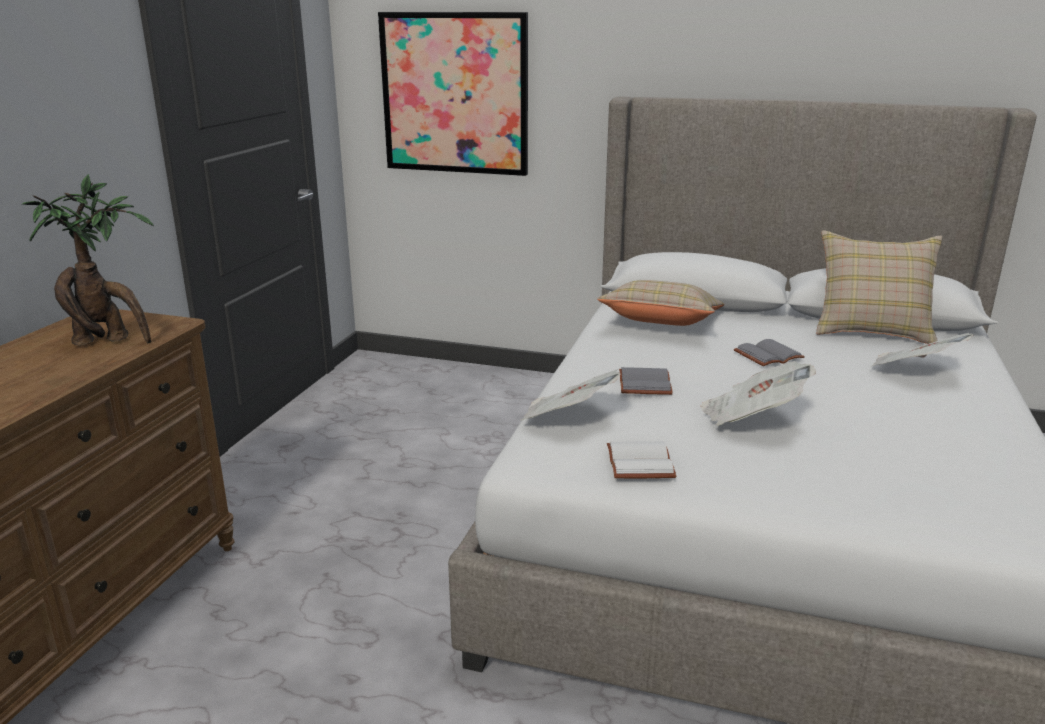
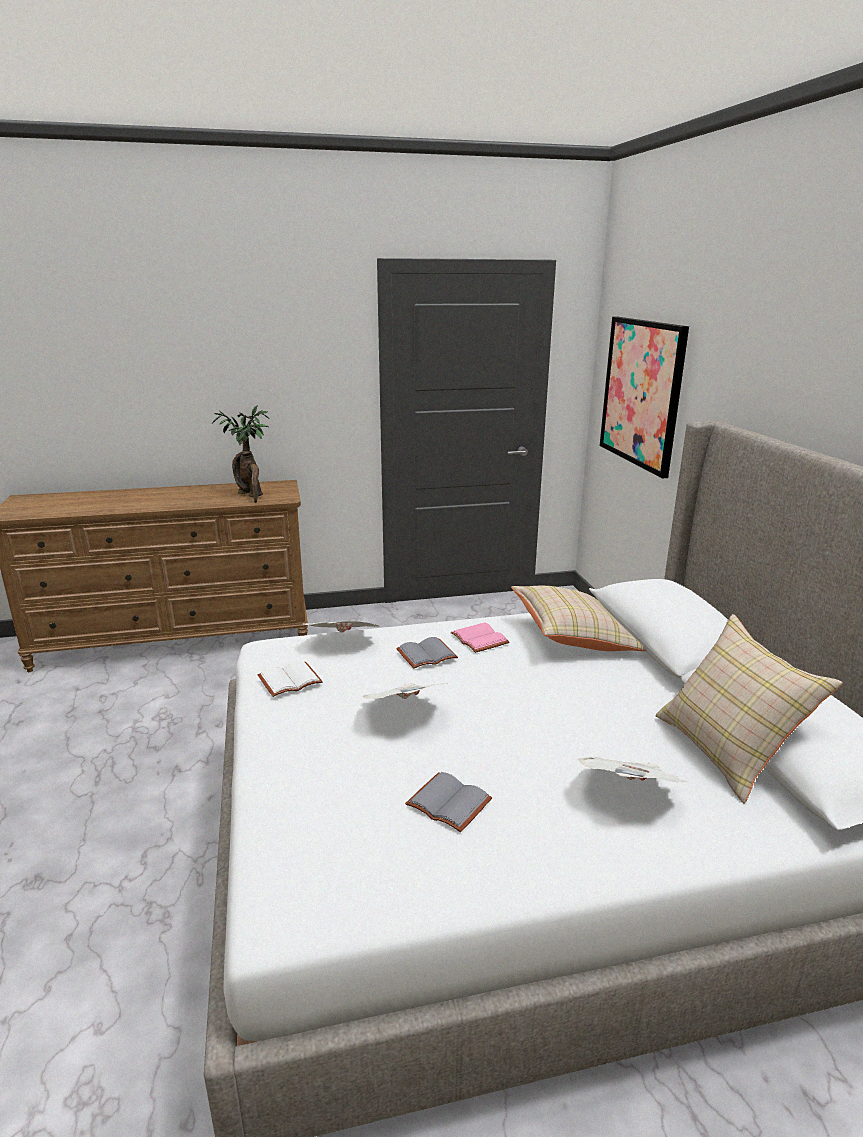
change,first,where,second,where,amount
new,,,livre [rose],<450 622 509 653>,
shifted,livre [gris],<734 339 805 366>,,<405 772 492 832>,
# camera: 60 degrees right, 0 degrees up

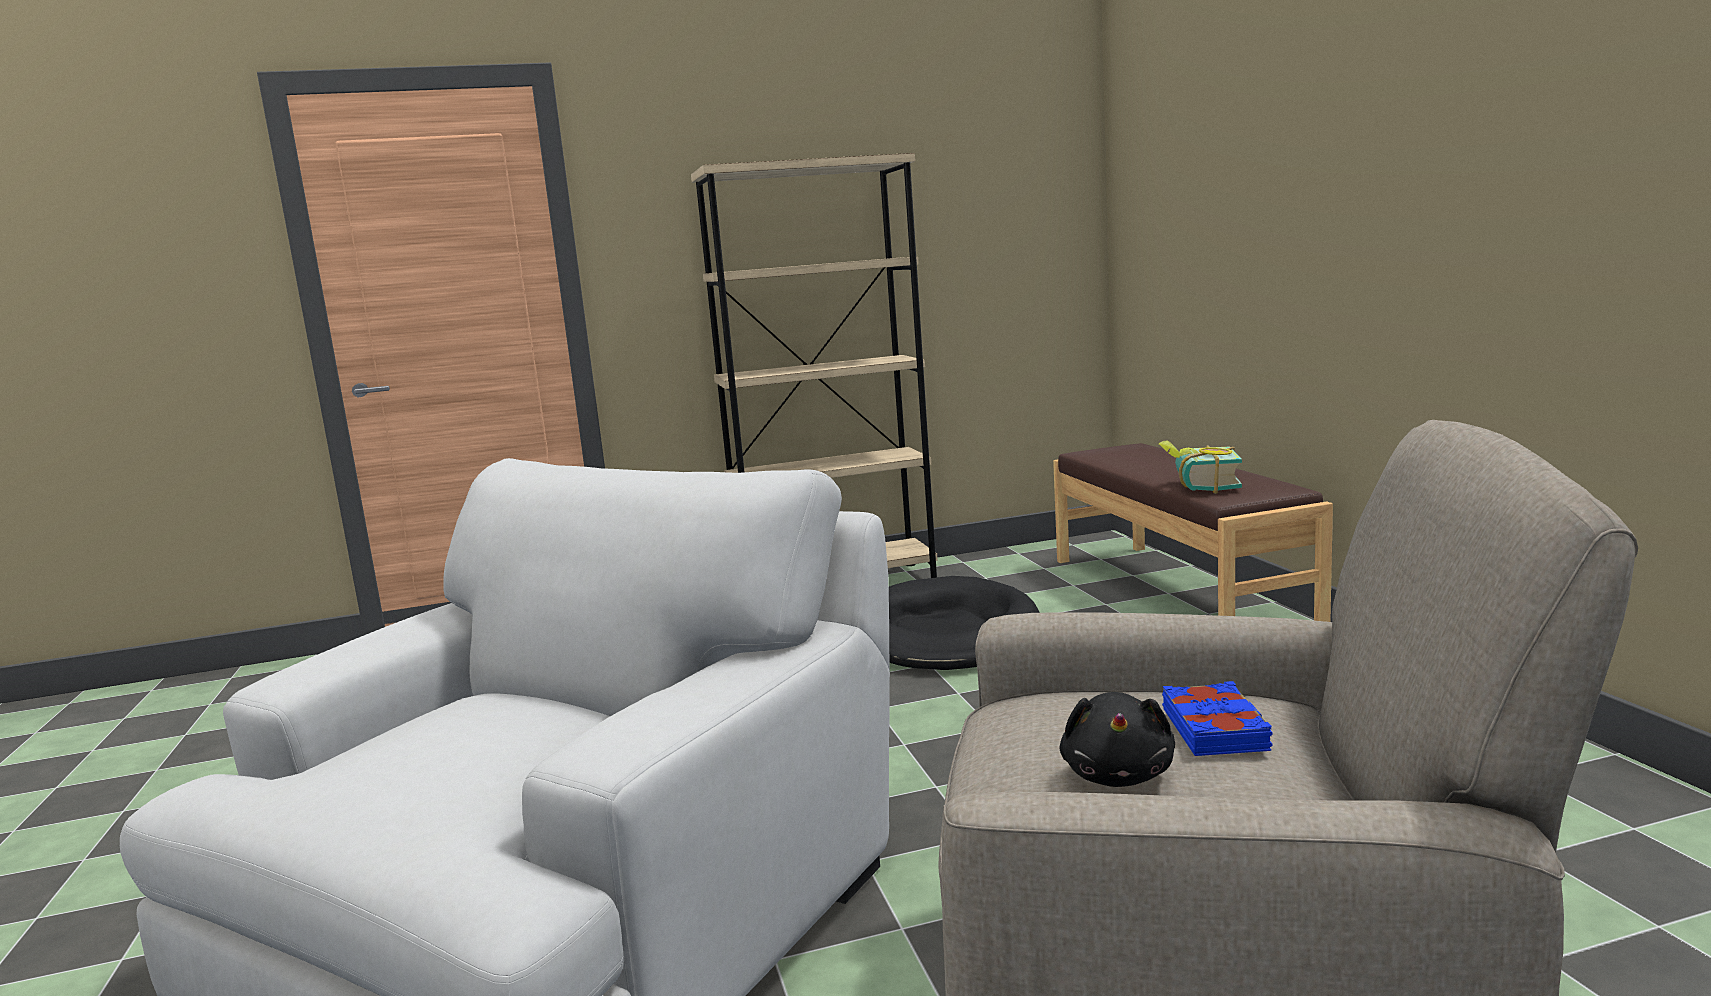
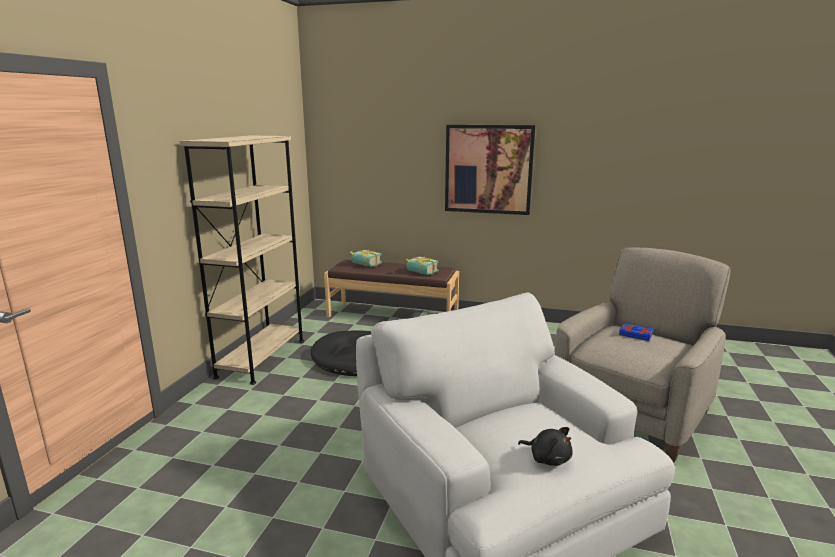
change,first,where,second,where,amount
new,,,livre,<350 250 382 267>,
new,,,tableau,<445 125 535 215>,
shifted,peluche [noir],<1060 692 1175 787>,,<518 427 573 466>,
# camera: 60 degrees left, 5 degrees up

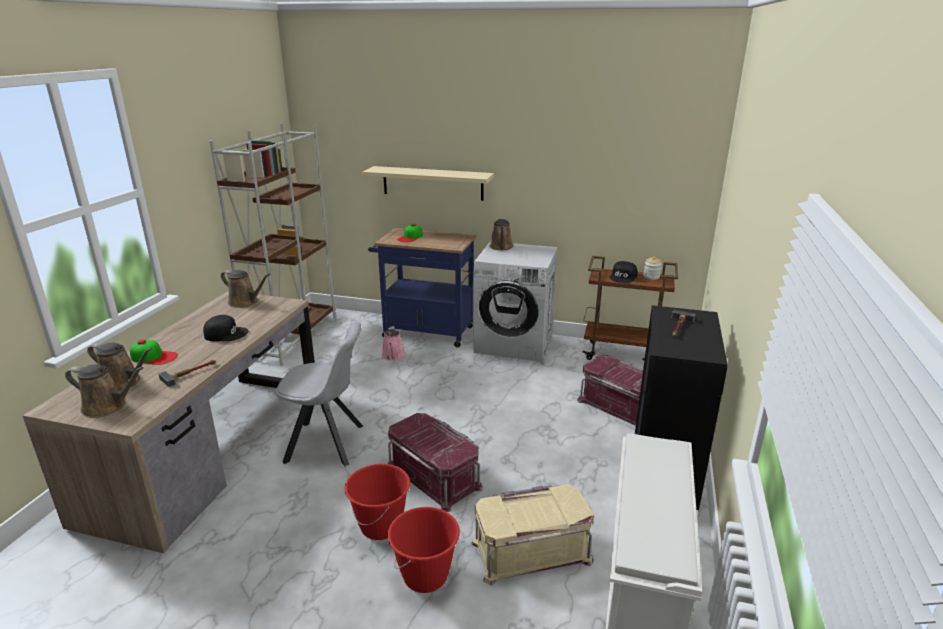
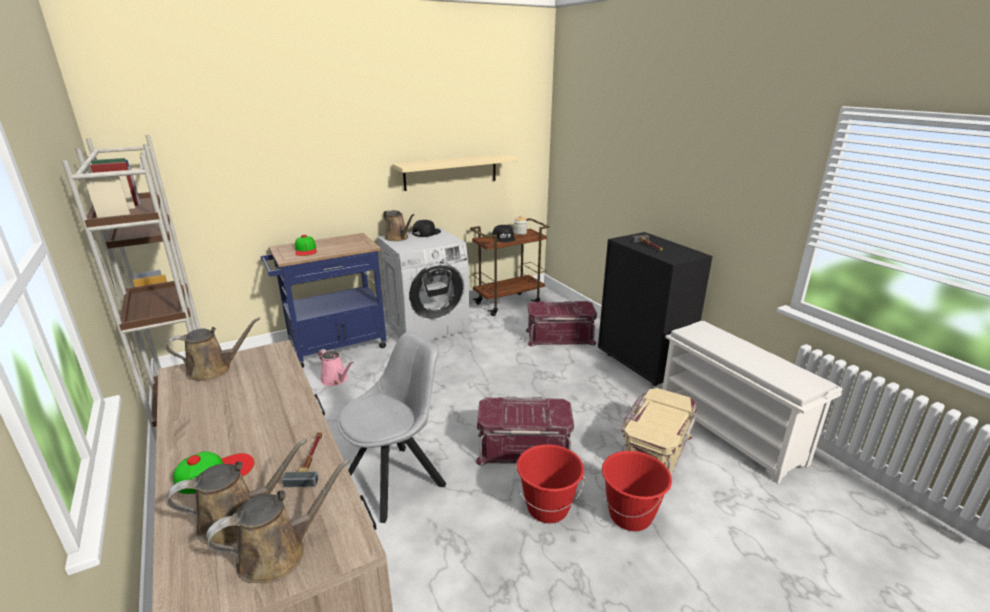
change,first,where,second,where,amount
shifted,casquette [noir],<203 315 248 341>,,<412 220 441 237>,
shifted,étagère [beige],<362 166 494 201>,,<392 154 517 191>,
# camera: 45 degrees left, 0 degrees up

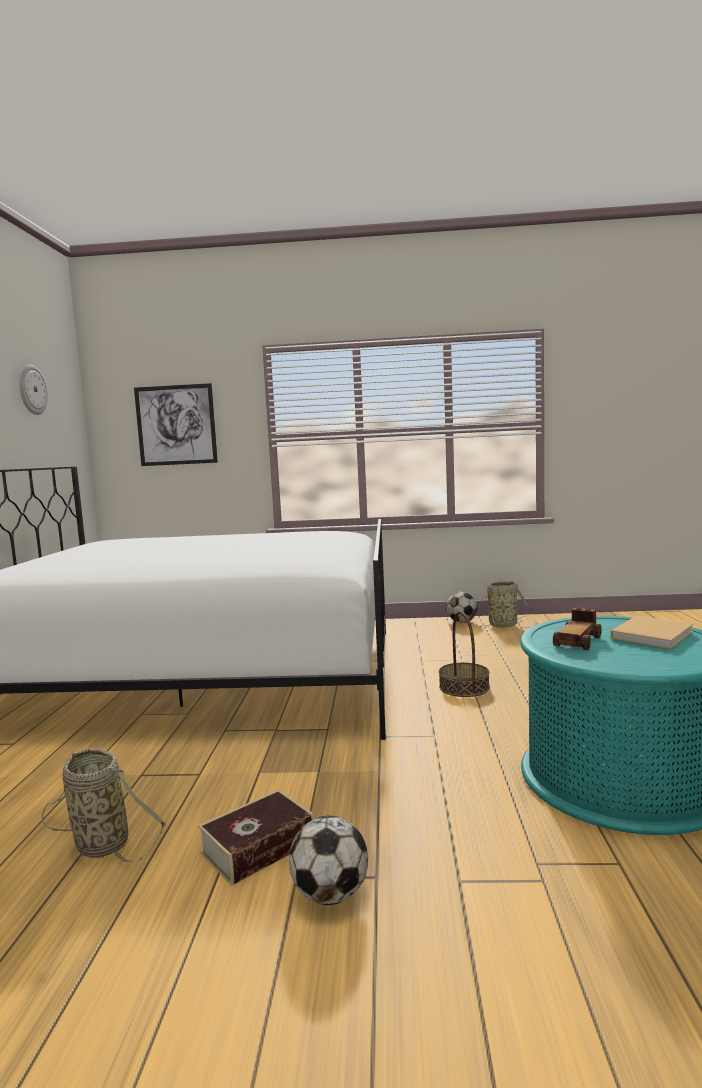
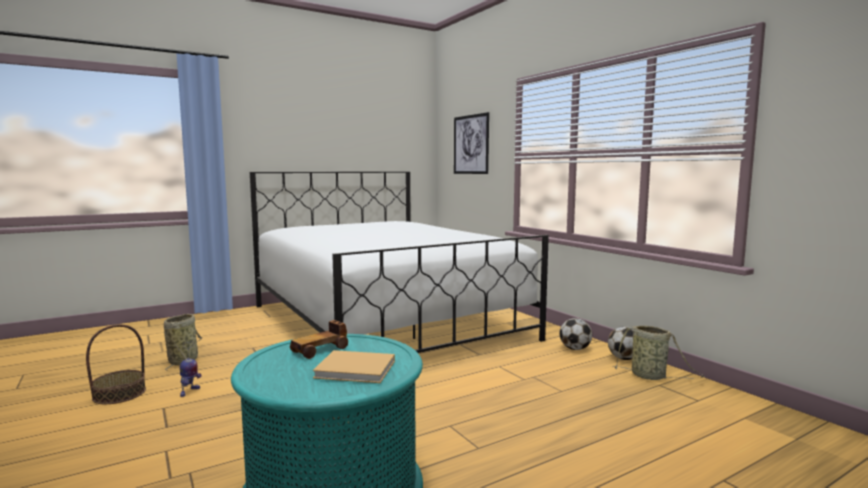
change,first,where,second,where,amount
gone,horloge murale,<19 365 48 415>,,,
shifted,ballon de foot,<289 816 368 905>,,<560 318 592 350>,
shifted,panier,<439 611 490 697>,,<86 324 146 404>,
swapped,livre,<198 789 314 886>,robot jouet,<180 342 202 397>,
rotated,petite voiture,<553 608 602 650>,,<290 320 348 359>,45 degrees counterclockwise
# camera: 55 degrees right, 0 degrees up

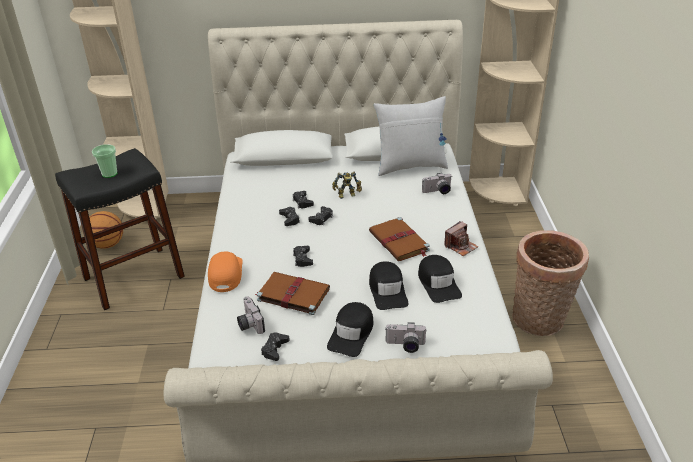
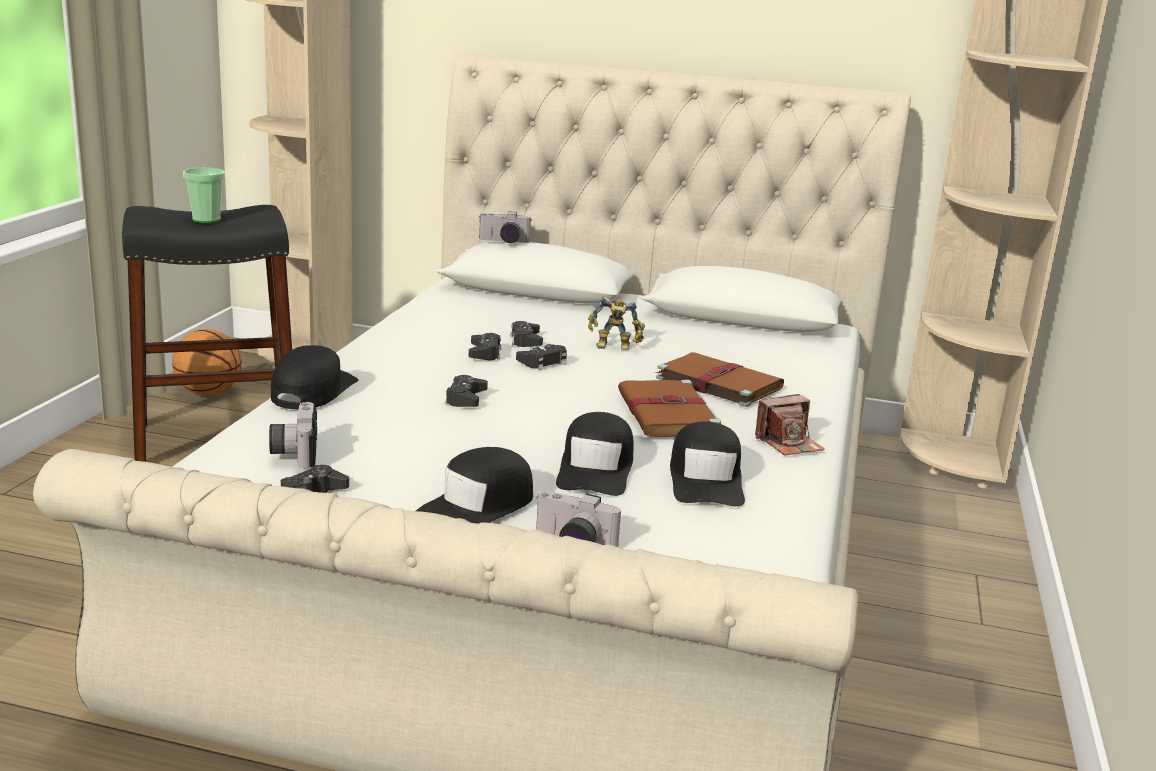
change,first,where,second,where,amount
gone,coussin [gris],<374 96 448 176>,,,
gone,panier,<512 230 589 336>,,,
shifted,livre [marron],<255 272 330 315>,,<655 352 784 407>,
shifted,appareil photo,<422 173 452 194>,,<479 211 531 243>,
repainted,casquette [orange],<208 252 243 292>,casquette [noir],<271 345 358 410>,
# camera: 15 degrees right, 15 degrees down

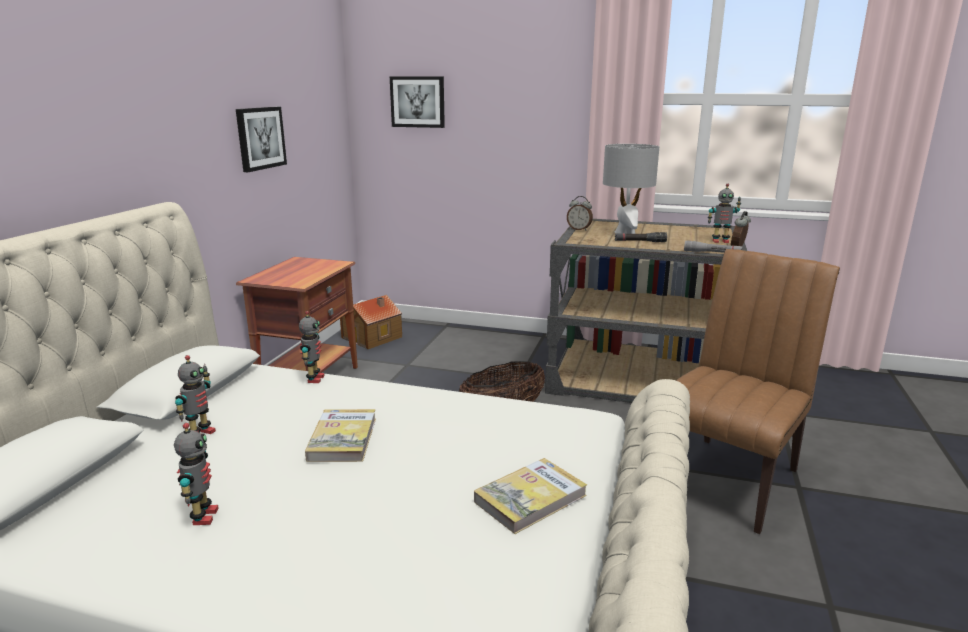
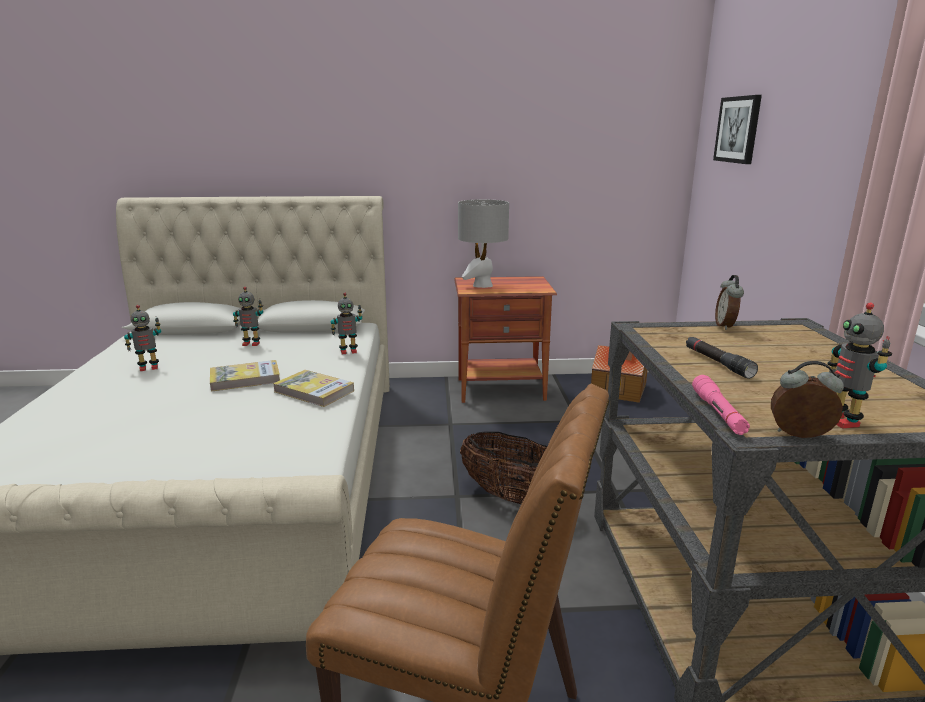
change,first,where,second,where,amount
gone,tableau,<236 107 287 172>,,,
shifted,livre,<474 458 587 534>,,<273 370 354 407>,
shifted,lampe de table [gris],<603 144 659 234>,,<458 199 509 288>,
repainted,lampe de poche [gris],<684 241 742 253>,lampe de poche [rose],<692 375 750 435>,
# camera: 70 degrees right, 0 degrees up

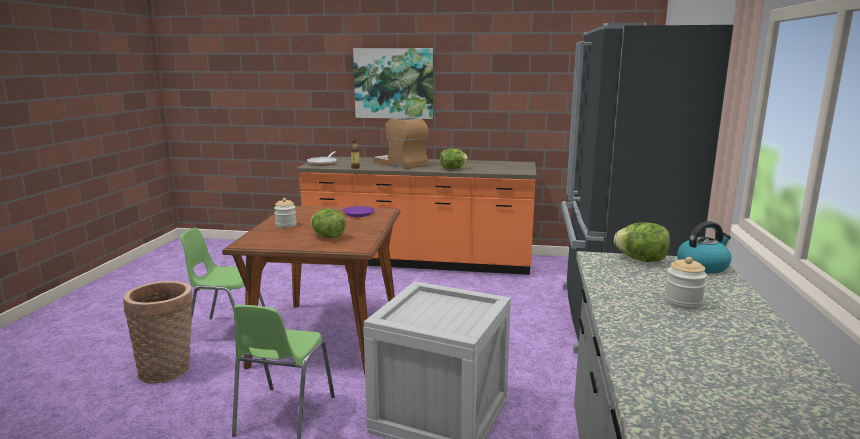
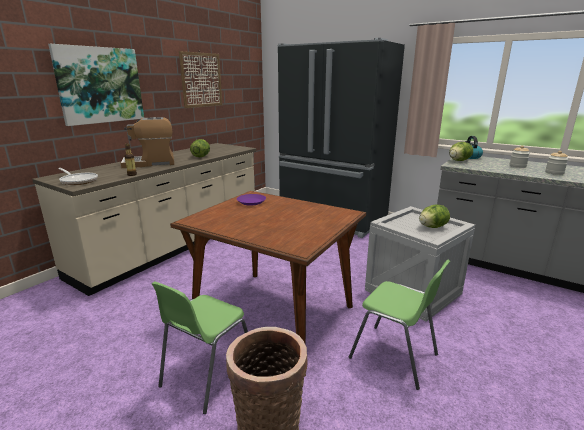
change,first,where,second,where,amount
new,,,tableau,<179 51 222 108>,
shifted,bocal,<274 198 297 228>,,<545 151 568 175>,
shifted,laitue,<311 209 346 238>,,<419 204 450 228>,
repainted,comptoir de cuisine [orange],<297 156 537 275>,comptoir de cuisine [beige],<32 143 256 296>,
# camera: 65 degrees left, 5 degrees up

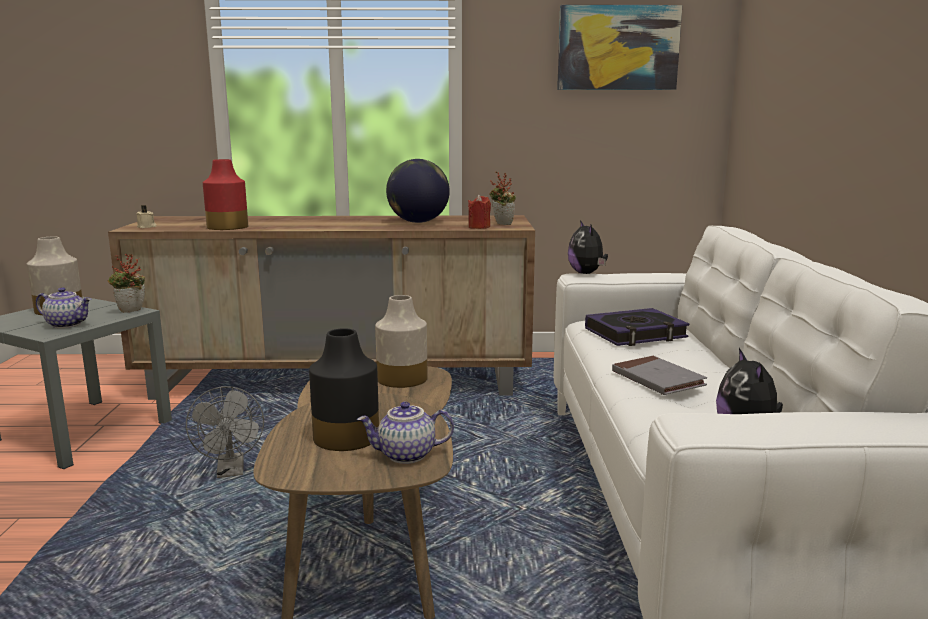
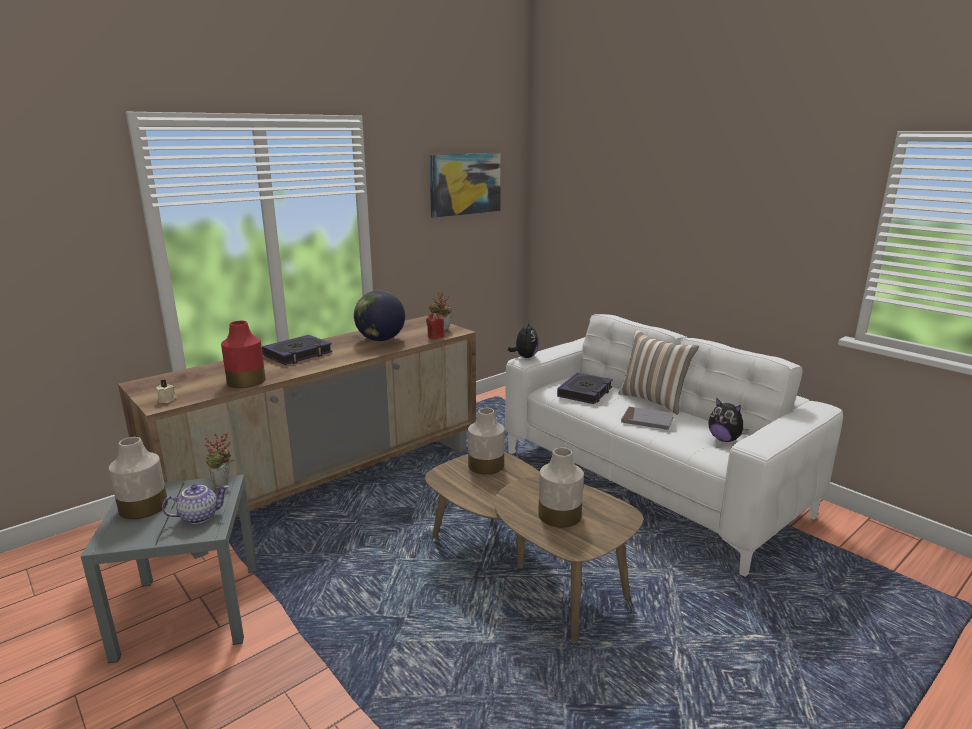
change,first,where,second,where,amount
gone,ventilateur [gris],<186 386 264 478>,,,
gone,théière,<357 401 454 464>,,,
new,,,livre,<262 335 332 365>,
new,,,coussin,<618 330 699 415>,
repainted,vase [noir],<309 328 379 451>,vase [beige],<538 447 584 527>,
rotated,peluche,<568 220 608 274>,,<508 321 539 358>,120 degrees counterclockwise
# camera: 40 degrees left, 5 degrees up

